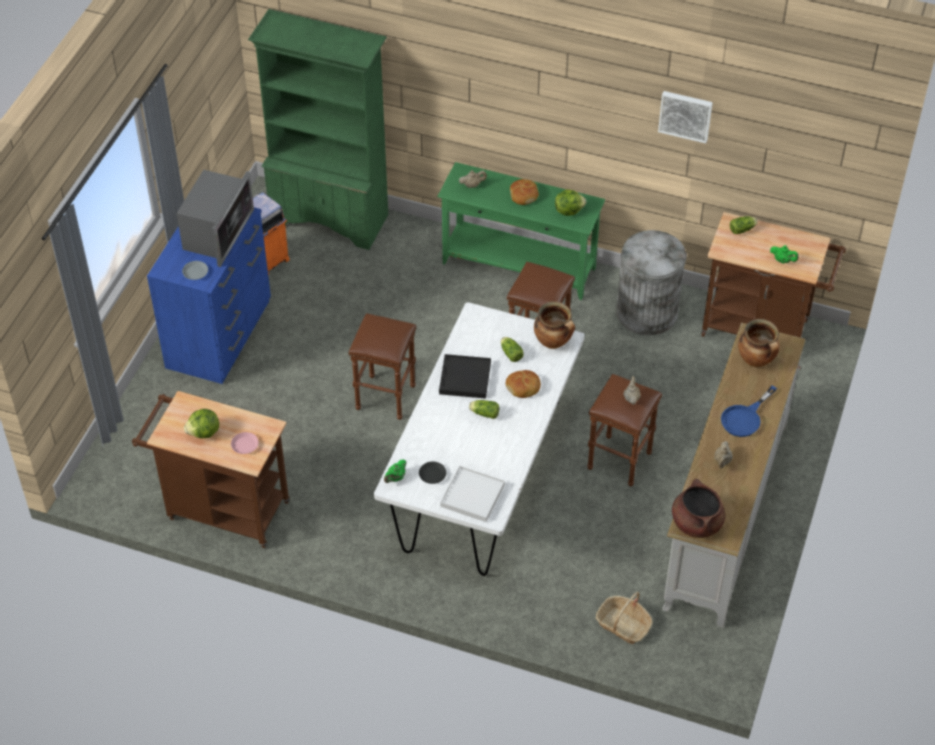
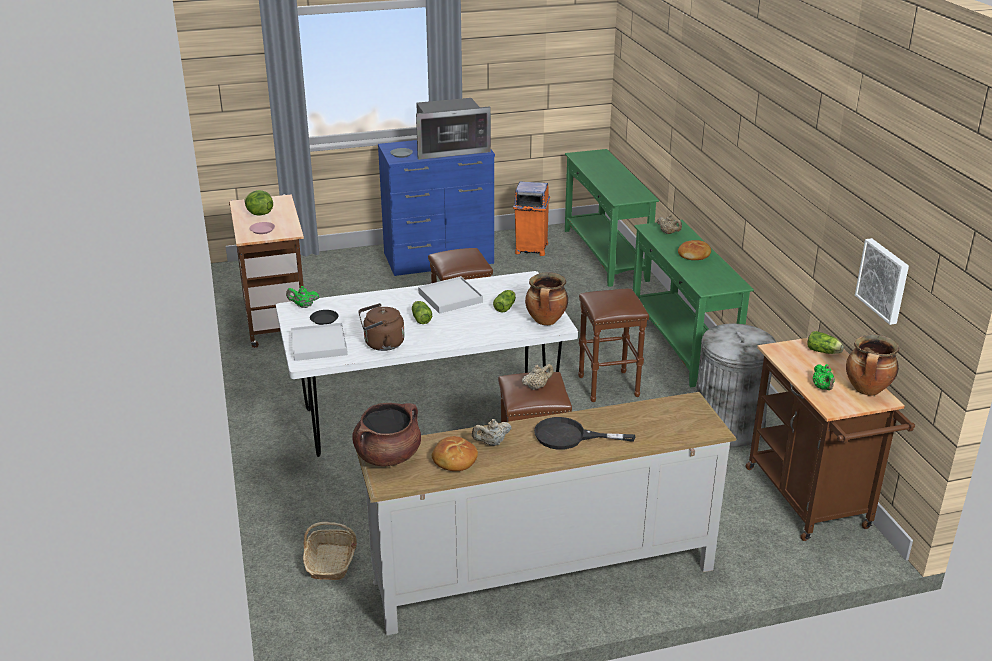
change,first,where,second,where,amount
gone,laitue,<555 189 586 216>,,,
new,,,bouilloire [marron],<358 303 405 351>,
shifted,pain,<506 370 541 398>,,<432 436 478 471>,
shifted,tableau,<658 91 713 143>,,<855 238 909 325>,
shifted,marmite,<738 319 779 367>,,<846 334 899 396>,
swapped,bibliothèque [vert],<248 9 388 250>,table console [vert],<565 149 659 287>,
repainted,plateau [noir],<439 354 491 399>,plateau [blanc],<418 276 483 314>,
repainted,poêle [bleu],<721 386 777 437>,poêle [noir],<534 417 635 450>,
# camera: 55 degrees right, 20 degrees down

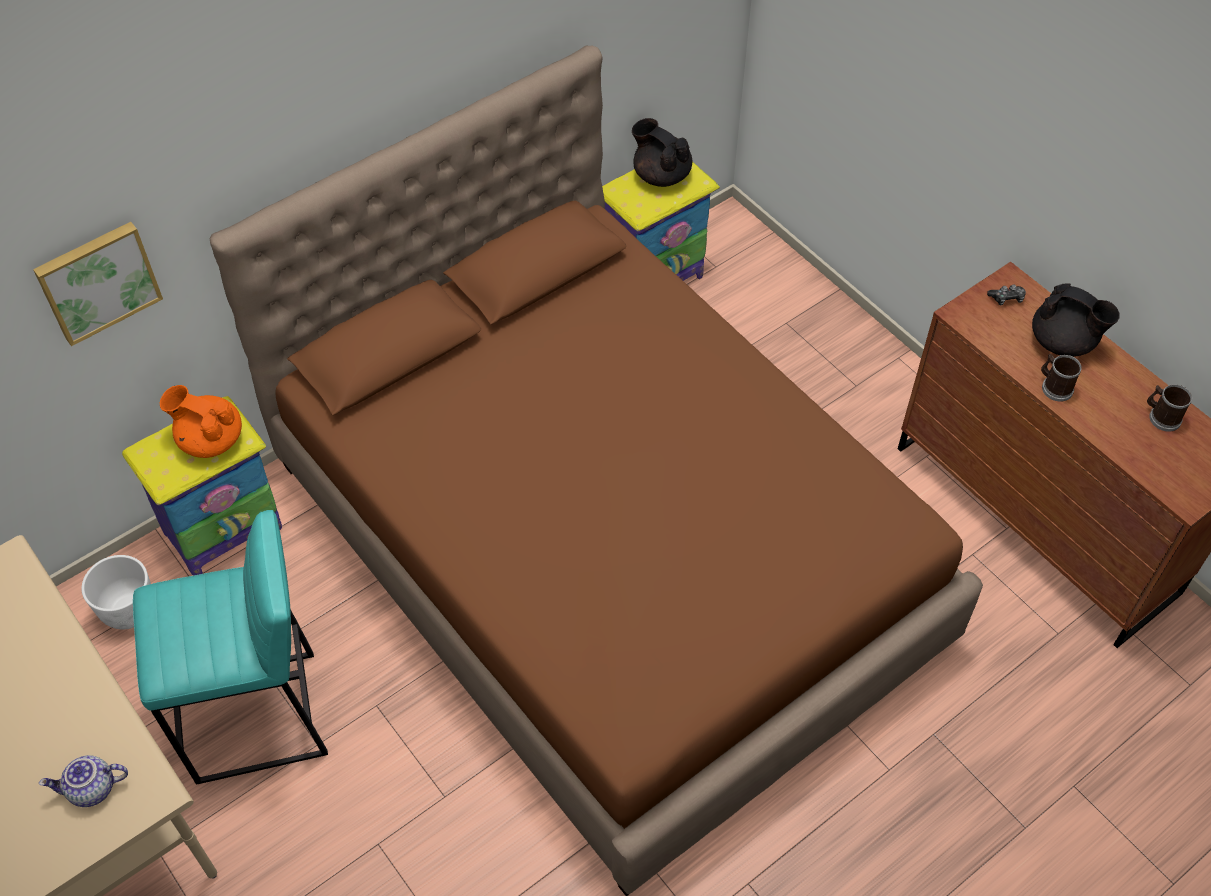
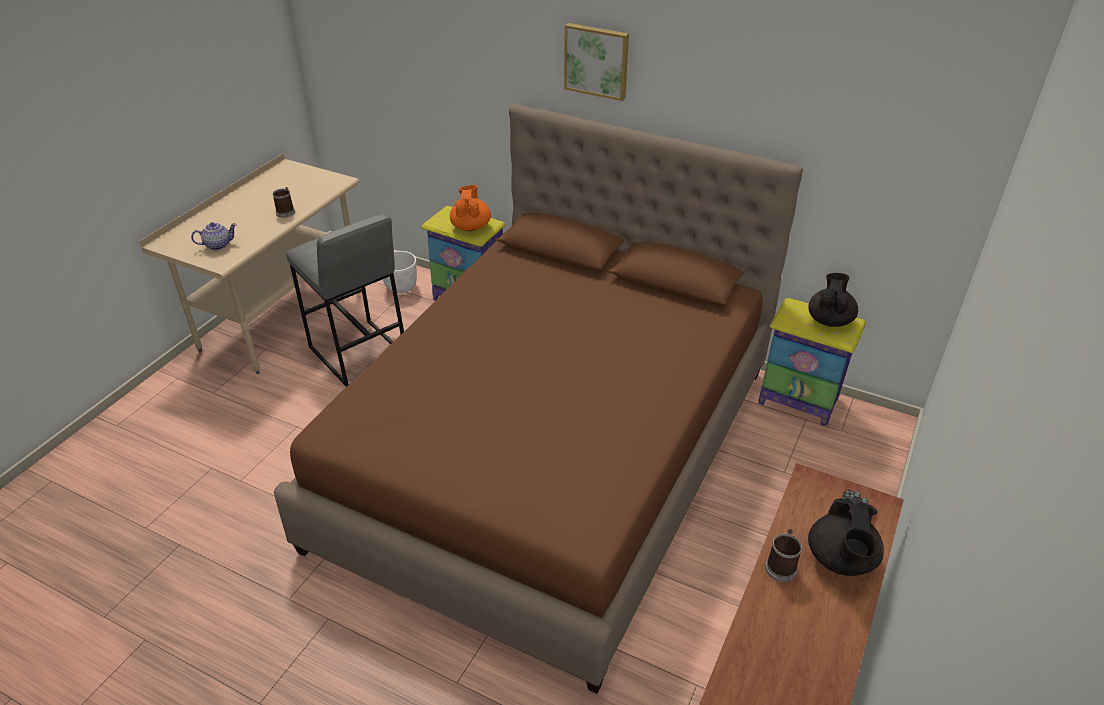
change,first,where,second,where,amount
shifted,tableau,<33 222 163 346>,,<564 23 629 101>,
shifted,mug,<1147 384 1192 432>,,<272 187 295 218>,
repainted,tabouret [turquoise],<133 510 328 785>,tabouret [gris],<286 214 404 387>,
rotated,théière,<39 755 128 807>,,<191 222 237 250>,105 degrees clockwise
# camera: 65 degrees right, 15 degrees down

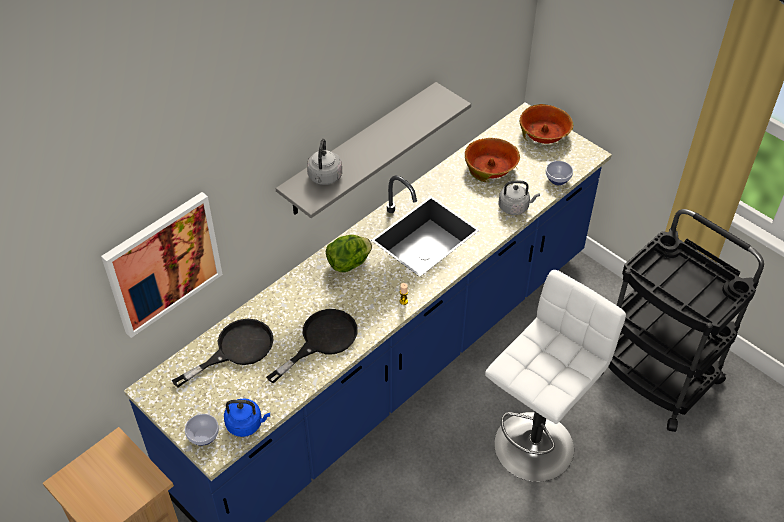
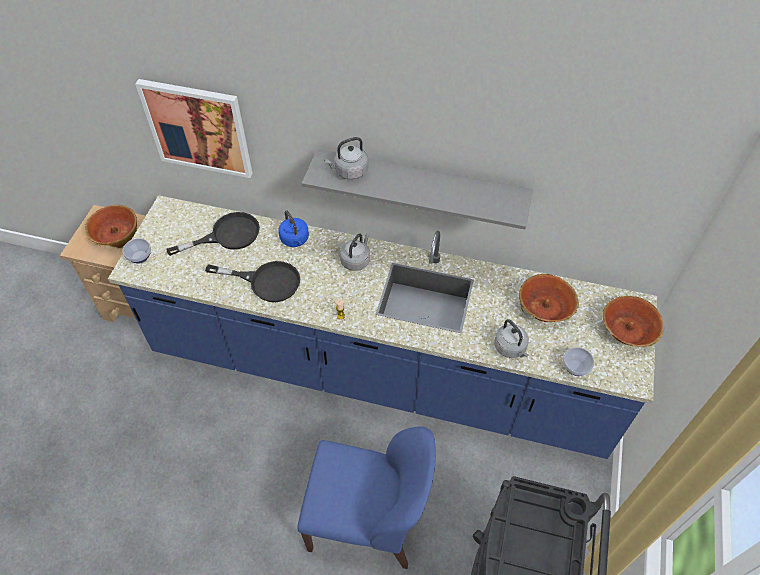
change,first,where,second,where,amount
new,,,bol,<85 205 137 248>,
shifted,bouilloire [bleu],<224 398 270 437>,,<279 210 309 247>,
swapped,laitue,<326 235 372 272>,bouilloire [gris],<340 233 370 271>,
swapped,tabouret [blanc],<485 270 626 482>,chaise [bleu],<298 427 436 569>,
rotated,poêle [noir],<172 319 274 387>,,<167 212 260 256>,45 degrees counterclockwise
# camera: 60 degrees right, 5 degrees up

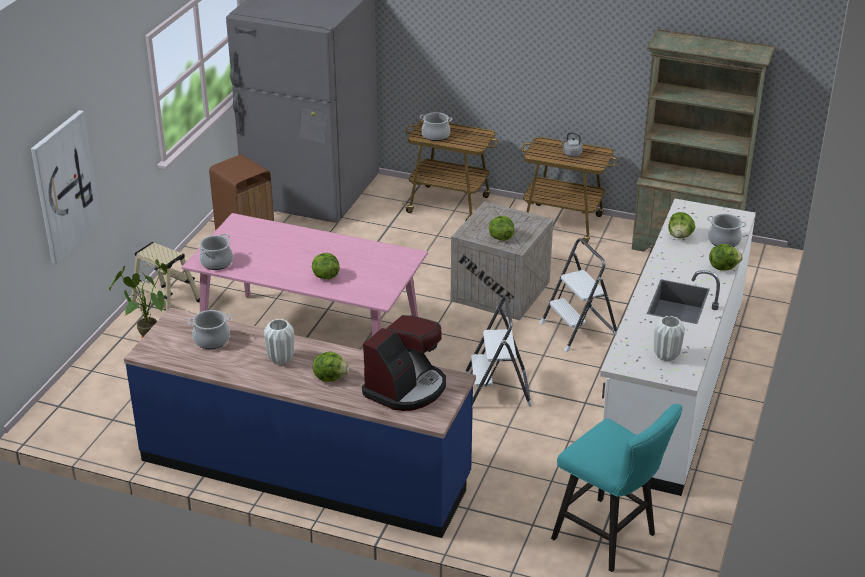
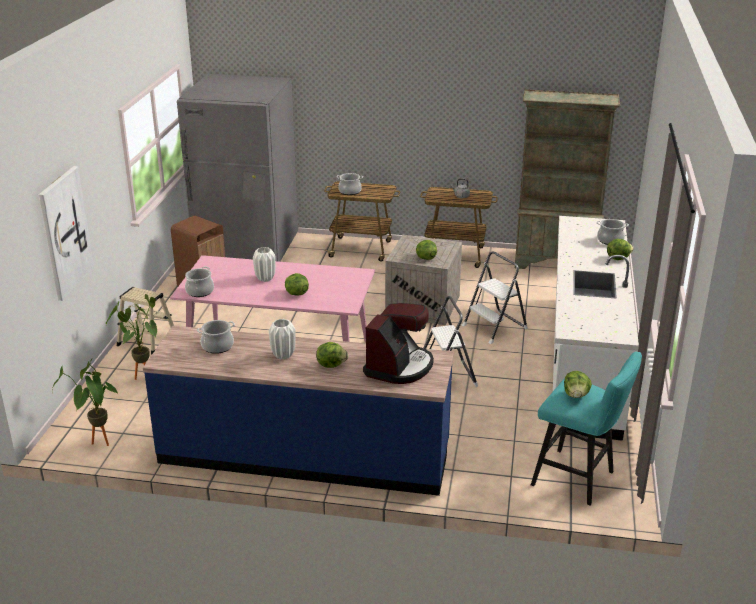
change,first,where,second,where,amount
new,,,plante en pot,<52 358 119 446>,
shifted,vase [blanc],<654 316 685 361>,,<253 247 276 282>,
shifted,laitue,<669 212 695 238>,,<564 371 592 398>,
# camera: 10 degrees left, 5 degrees down

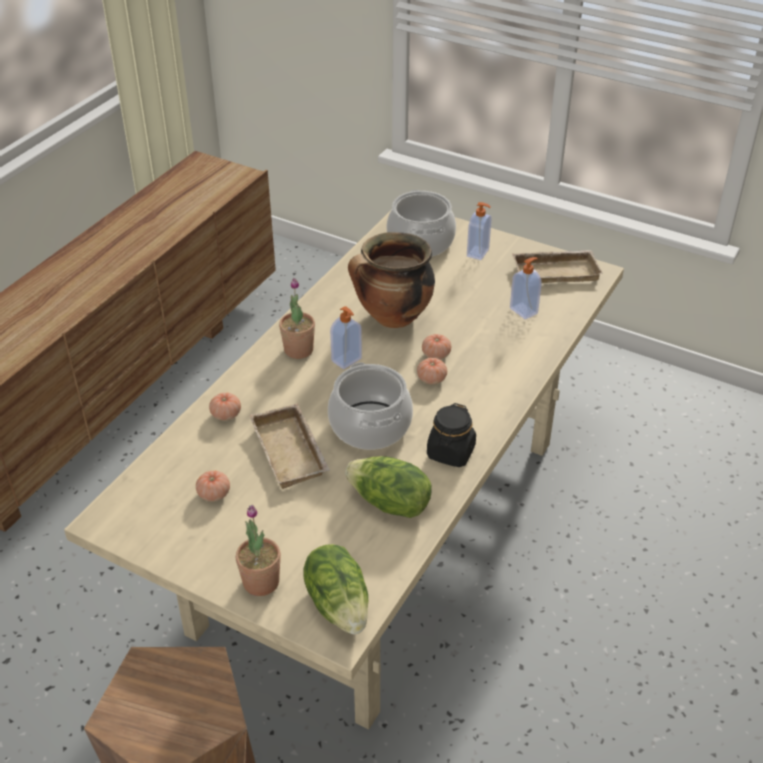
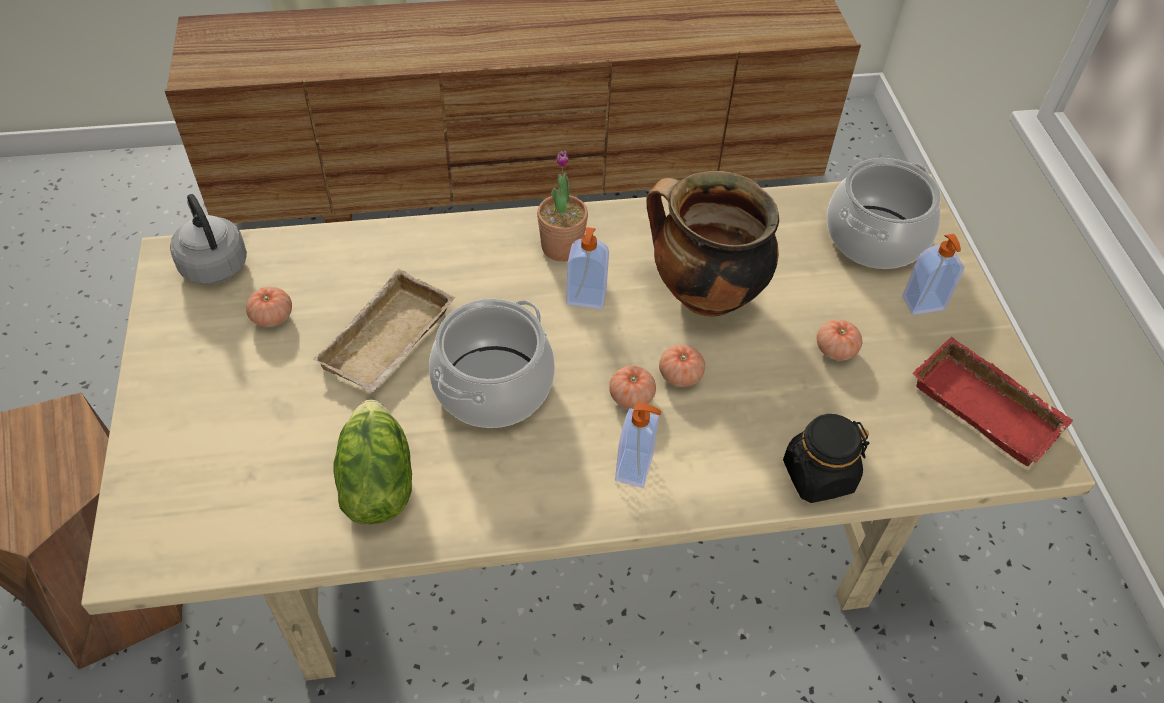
change,first,where,second,where,amount
gone,plante en pot,<236 505 281 596>,,,
gone,laitue,<304 544 368 635>,,,
new,,,bouilloire [gris],<170 194 247 285>,
shifted,tomate,<209 393 241 421>,,<817 320 862 361>,
shifted,bocal [noir],<427 403 476 467>,,<783 414 870 503>,
shifted,distributeur de savon,<510 257 542 319>,,<615 401 662 488>,
repainted,plateau [beige],<512 250 603 283>,plateau [rouge],<912 336 1073 466>,
# camera: 50 degrees right, 10 degrees up

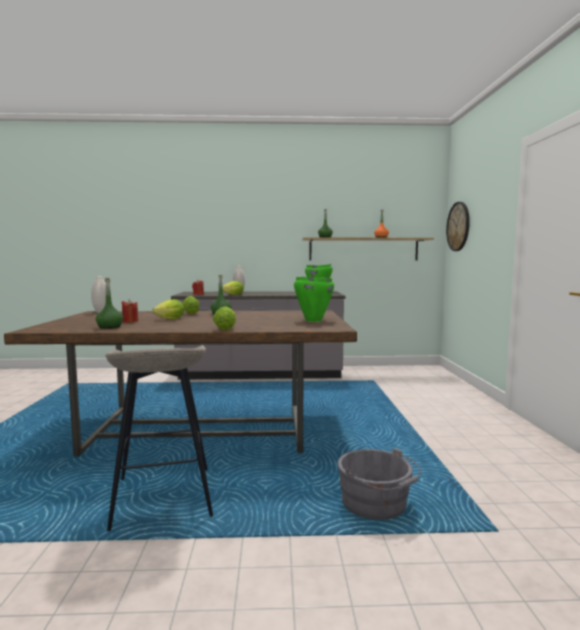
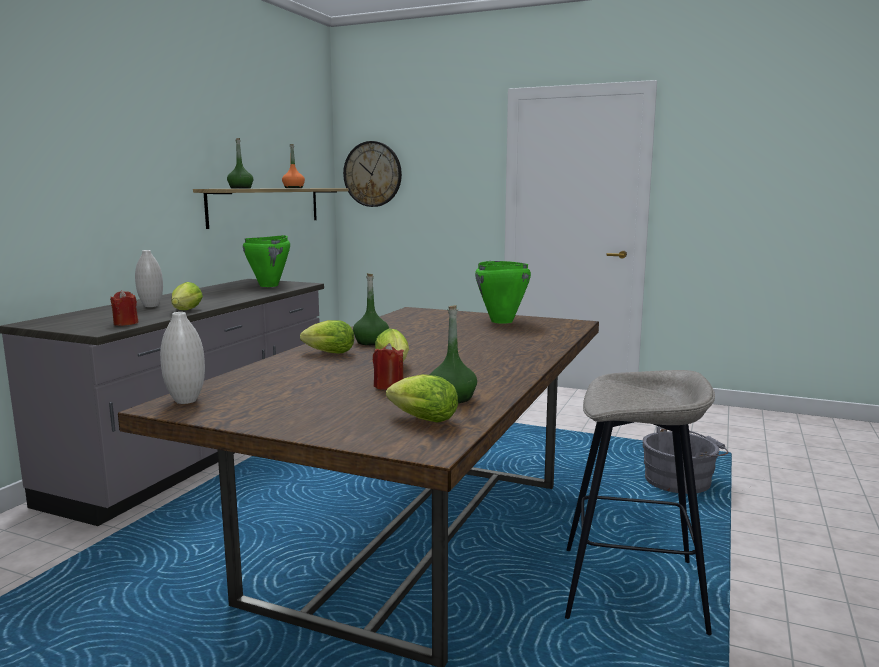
change,first,where,second,where,amount
shifted,laitue,<213 306 236 330>,,<386 374 458 423>,
# camera: 65 degrees left, 5 degrees up

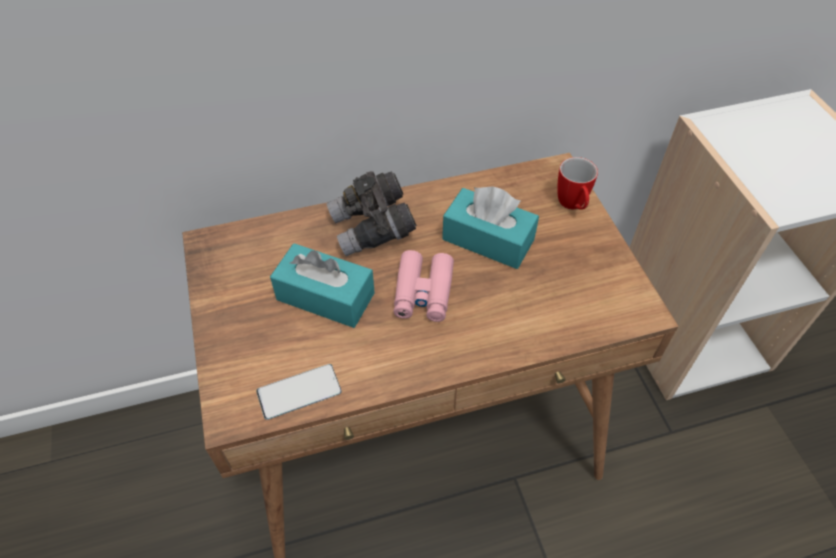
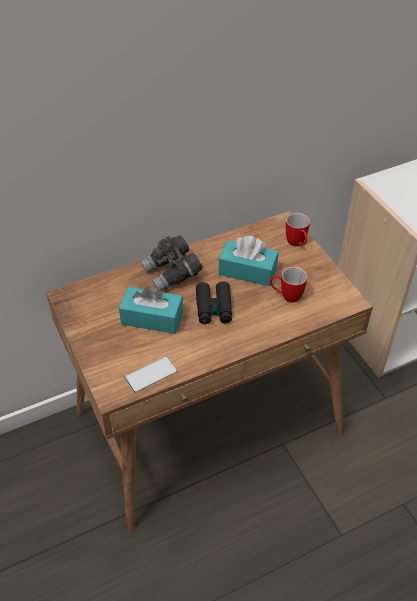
change,first,where,second,where,amount
new,,,mug,<270 267 308 303>,
repainted,jumelles [rose],<393 250 454 322>,jumelles [noir],<196 282 232 324>,
# camera: 10 degrees left, 5 degrees down

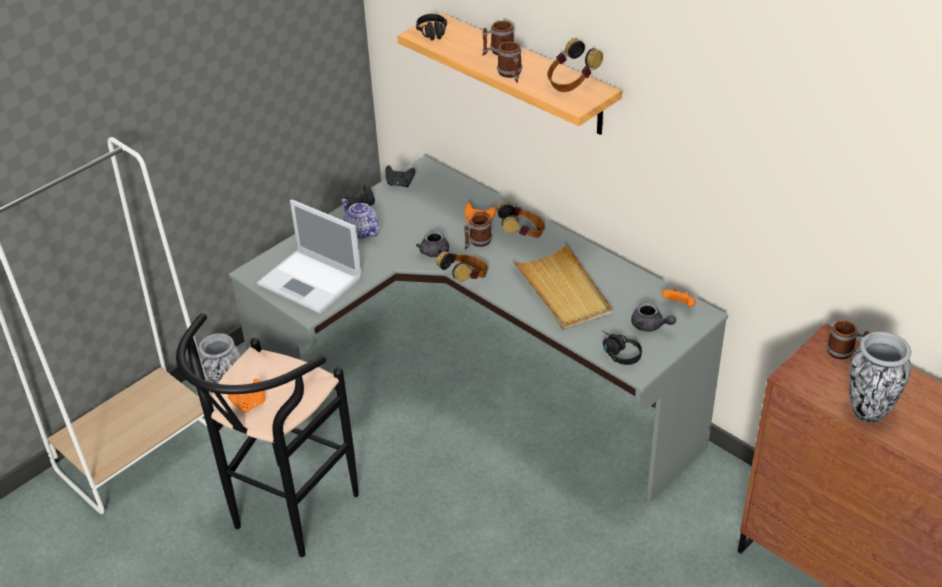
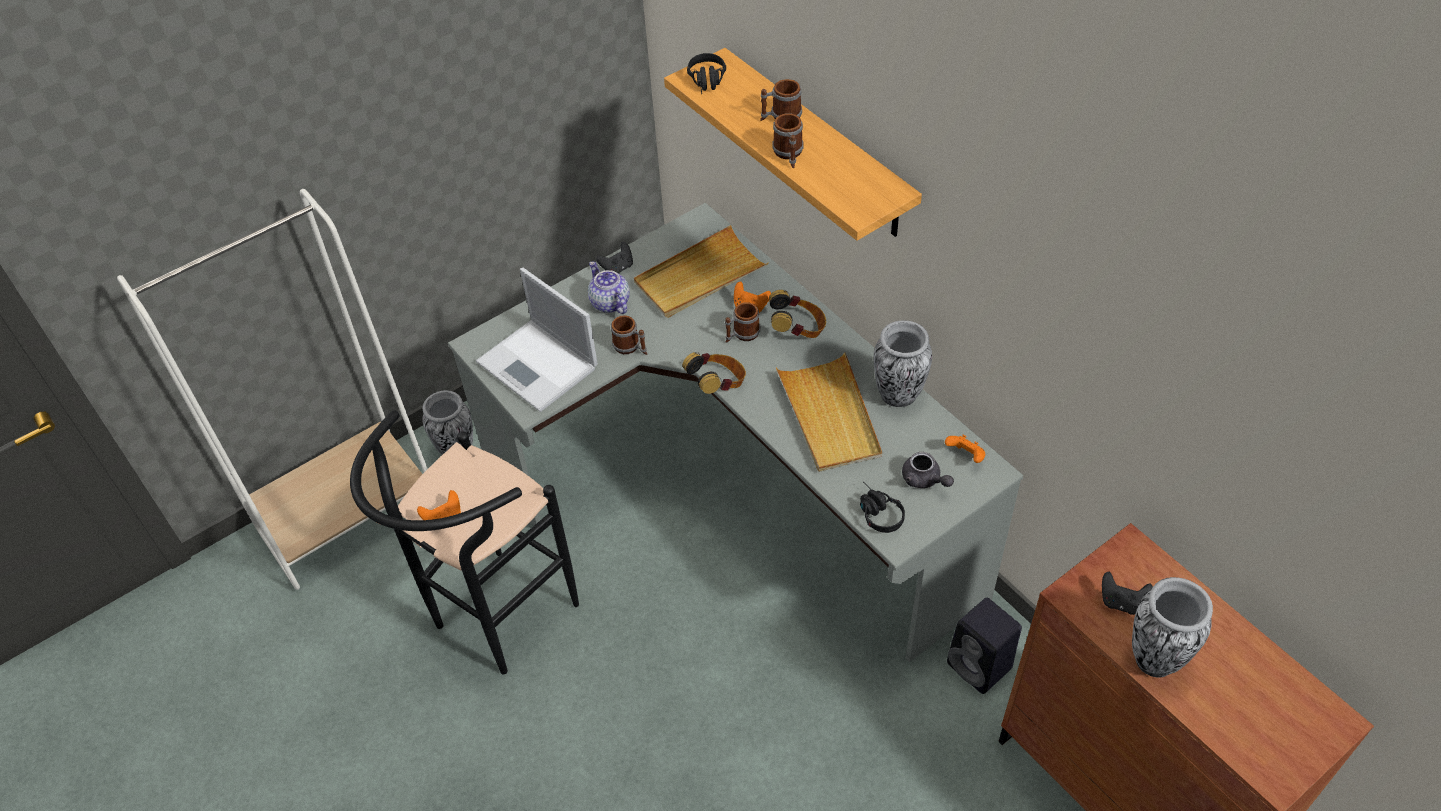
change,first,where,second,where,amount
gone,théière [gris],<416 231 449 257>,,,
gone,casque audio,<547 39 603 92>,,,
new,,,plateau [beige],<634 225 768 318>,
new,,,vase,<874 320 932 407>,
new,,,enceinte [noir],<947 598 1022 694>,
shifted,manette [noir],<385 165 415 188>,,<1102 572 1153 615>,
shifted,mug,<826 320 869 360>,,<611 315 647 355>,
# camera: 10 degrees right, 10 degrees up

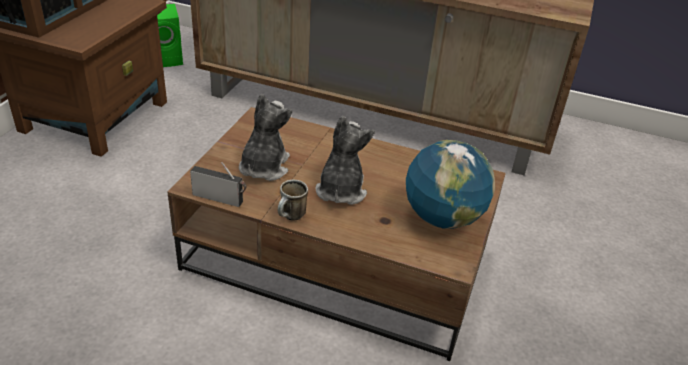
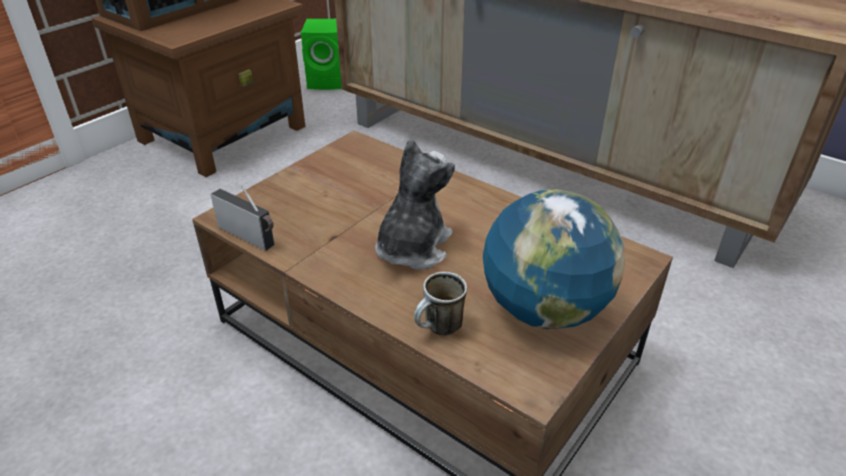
change,first,where,second,where,amount
gone,peluche,<239 94 292 181>,,,
shifted,mug,<277 180 308 221>,,<414 272 467 335>,
# camera: 20 degrees right, 0 degrees up

